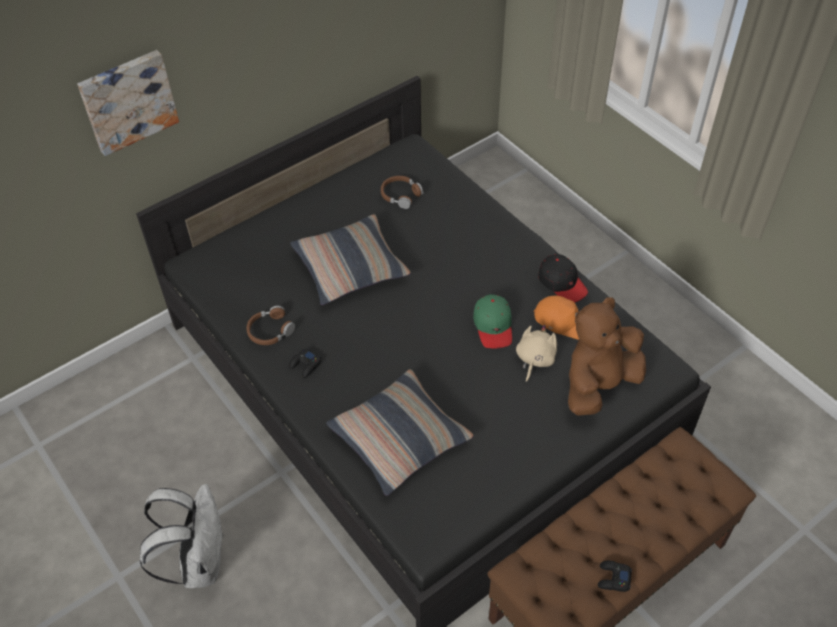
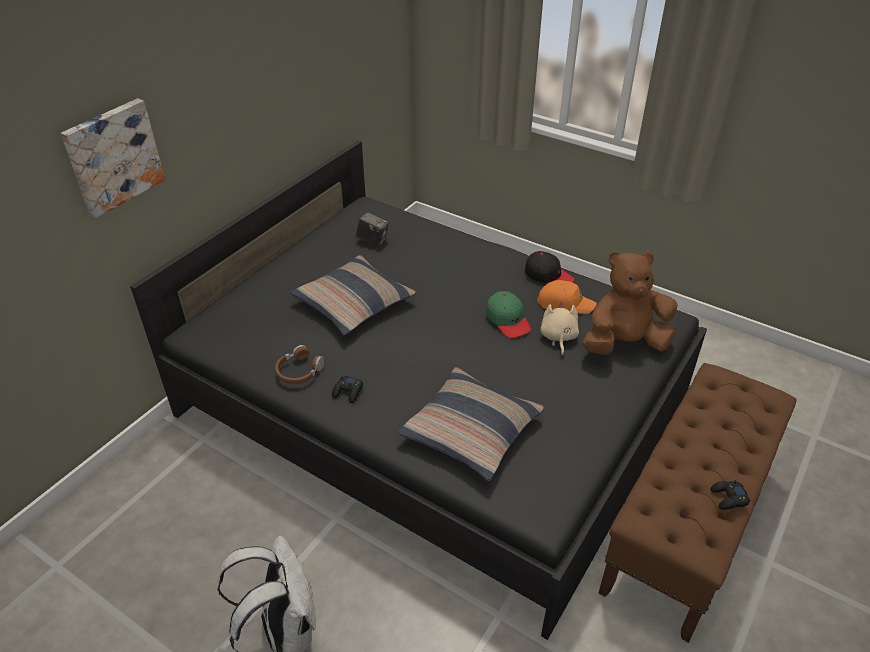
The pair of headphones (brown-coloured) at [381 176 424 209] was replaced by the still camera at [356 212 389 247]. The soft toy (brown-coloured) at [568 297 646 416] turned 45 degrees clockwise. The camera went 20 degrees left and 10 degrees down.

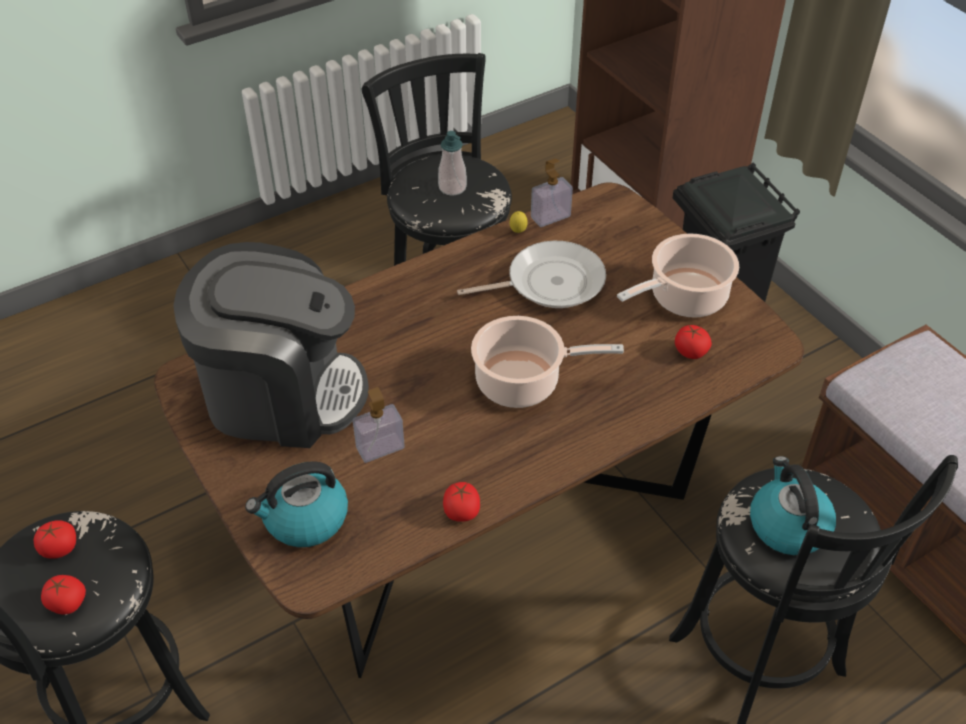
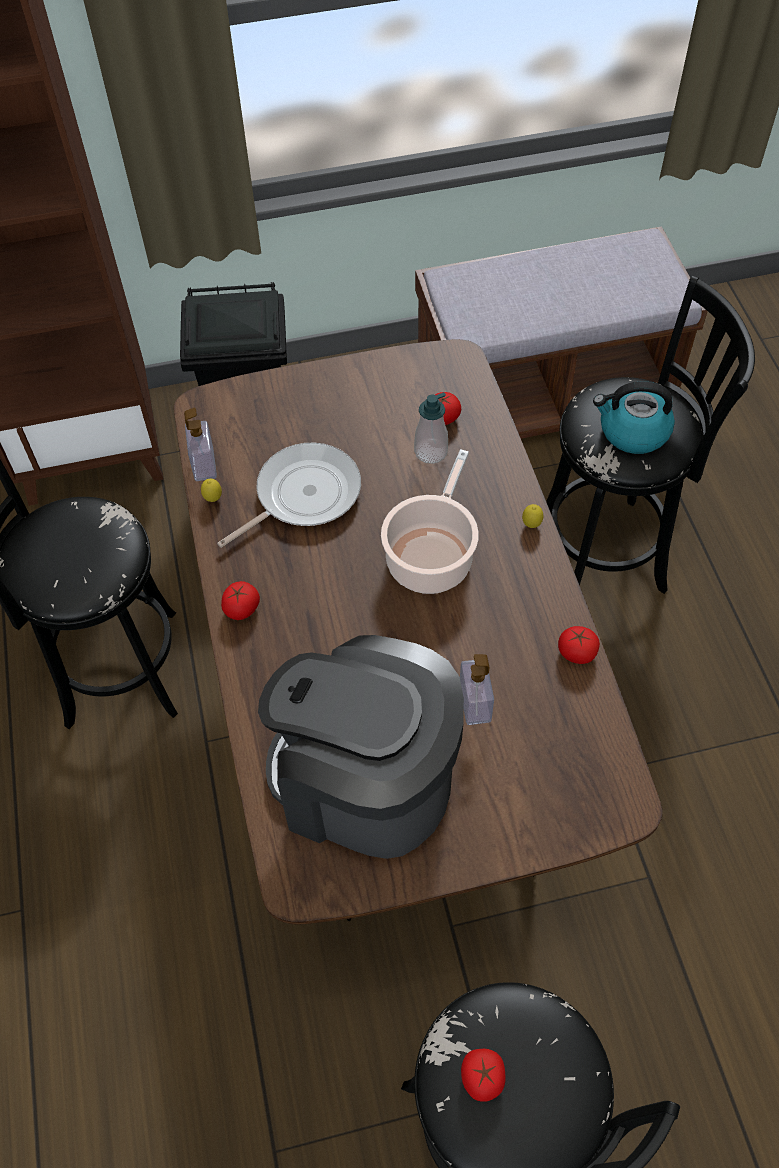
The kettle at [245 461 348 547] disappeared. The stockpot at [617 233 739 318] disappeared. The lemon at [522 504 543 528] appeared. The whole tomato moved from [41 575 86 615] to [221 581 260 620]. The liquid soap bottle moved from [438 131 467 196] to [414 392 448 464]. The coffee brewer at [173 242 369 448] turned 90 degrees counterclockwise. The skillet at [457 241 606 308] turned 45 degrees clockwise. The camera went 70 degrees left and 10 degrees up.

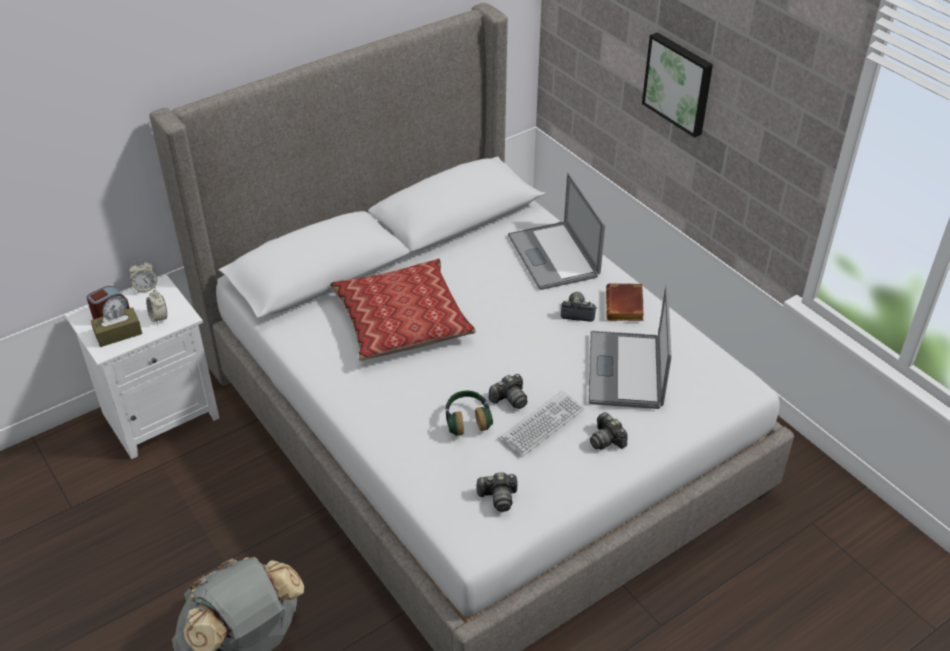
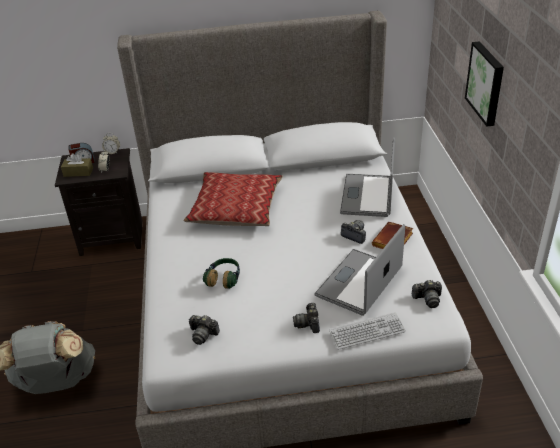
The still camera moved from [489 374 528 409] to [412 280 442 308]. The computer keyboard moved from [501 390 584 456] to [329 312 406 350]. The bedside table (white-coloured) at [65 275 219 459] became the bedside table (black) at [55 148 142 256]. The camera went 30 degrees right and 5 degrees down.

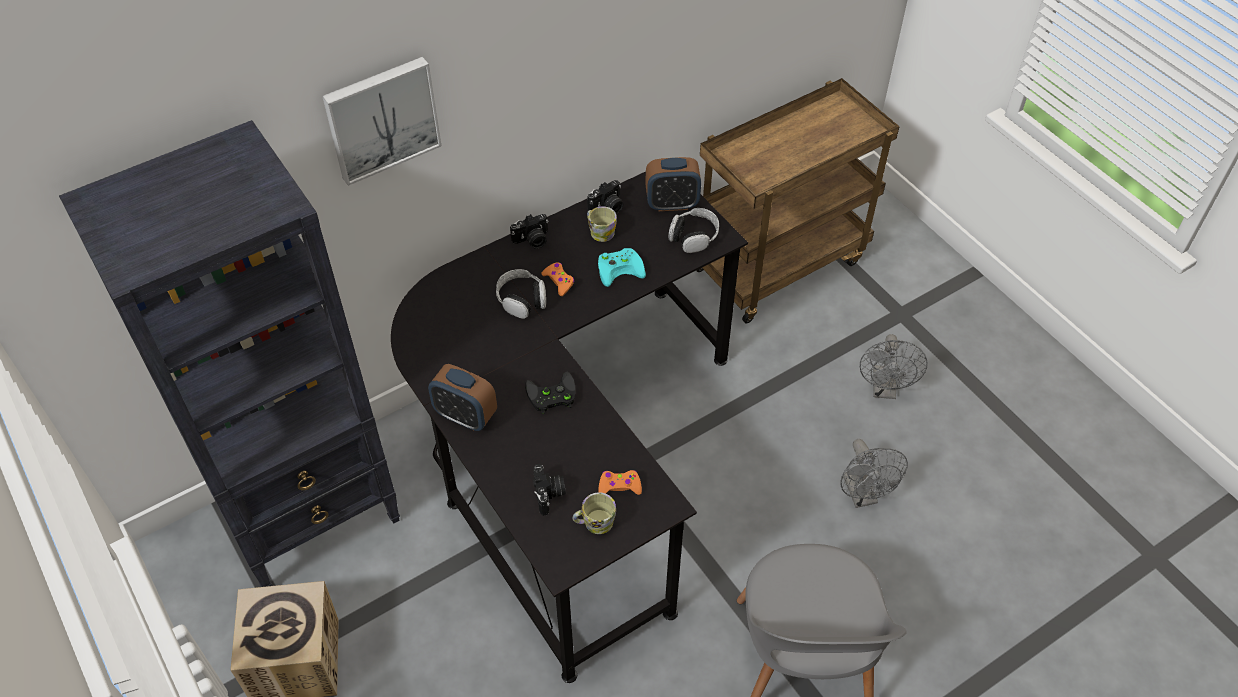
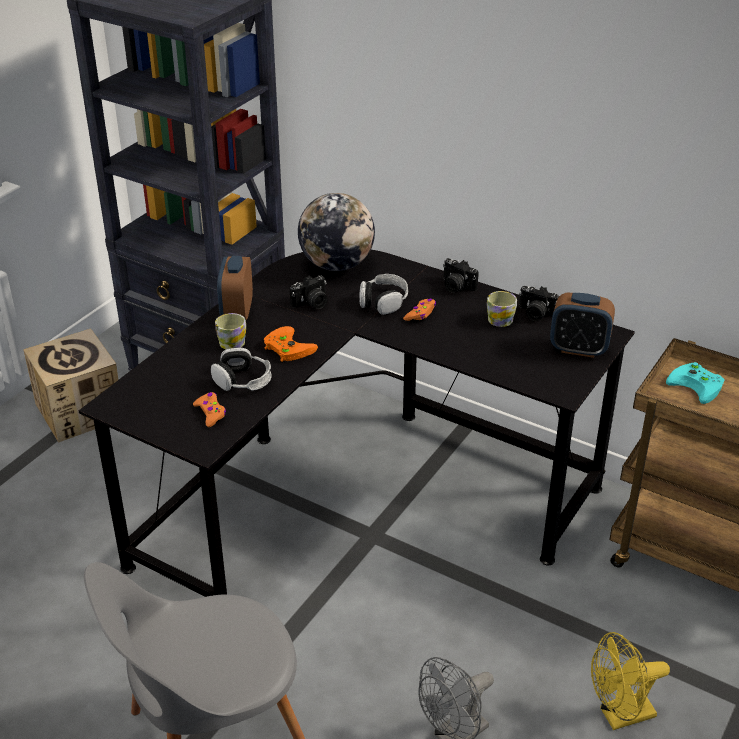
The picture at [322 57 442 186] disappeared. The desk globe at [298 193 375 271] appeared. The still camera moved from [533 464 566 516] to [290 275 328 309]. The tea mug moved from [573 492 616 534] to [215 313 246 349]. The gamepad (turquoise-coloured) moved from [598 248 646 287] to [666 362 725 404]. The pair of headphones moved from [668 208 719 253] to [211 348 272 391]. The gamepad (black) at [525 372 576 414] became the gamepad (orange-coloured) at [264 326 318 362]. The cooling fan (grey) at [860 334 928 399] became the cooling fan (yellow-coloured) at [591 632 670 730]. The table clock at [645 157 701 211] turned 45 degrees counterclockwise. The camera went 65 degrees right and 15 degrees down.

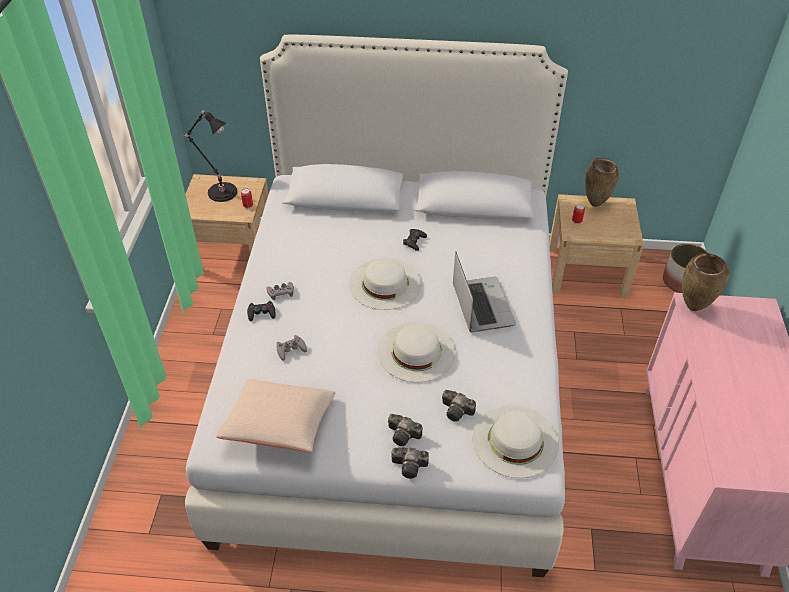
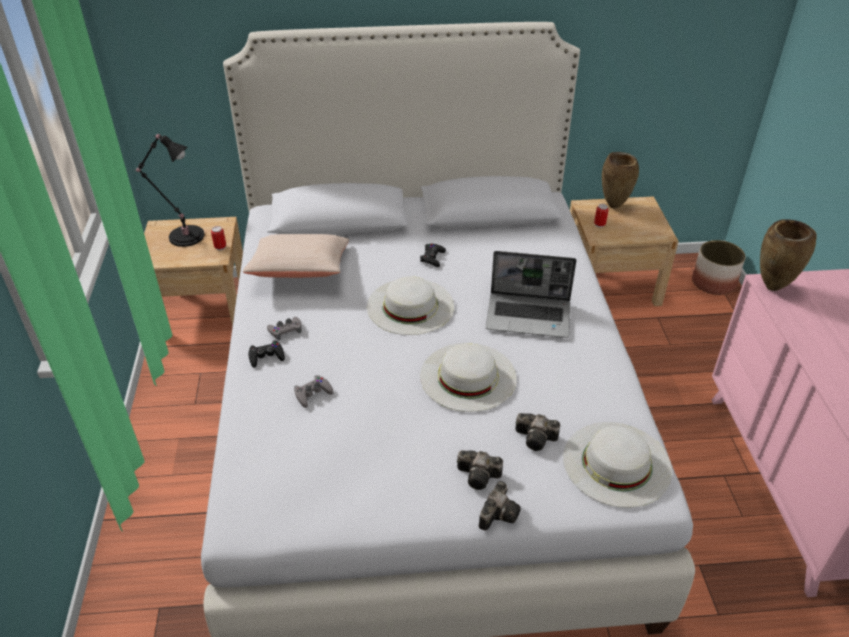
The throw pillow (beige) moved from [216 379 335 452] to [243 234 349 278]. The still camera at [391 448 429 479] turned 60 degrees counterclockwise. The portable computer at [453 251 516 333] turned 120 degrees clockwise. The camera went 10 degrees left and 5 degrees down.

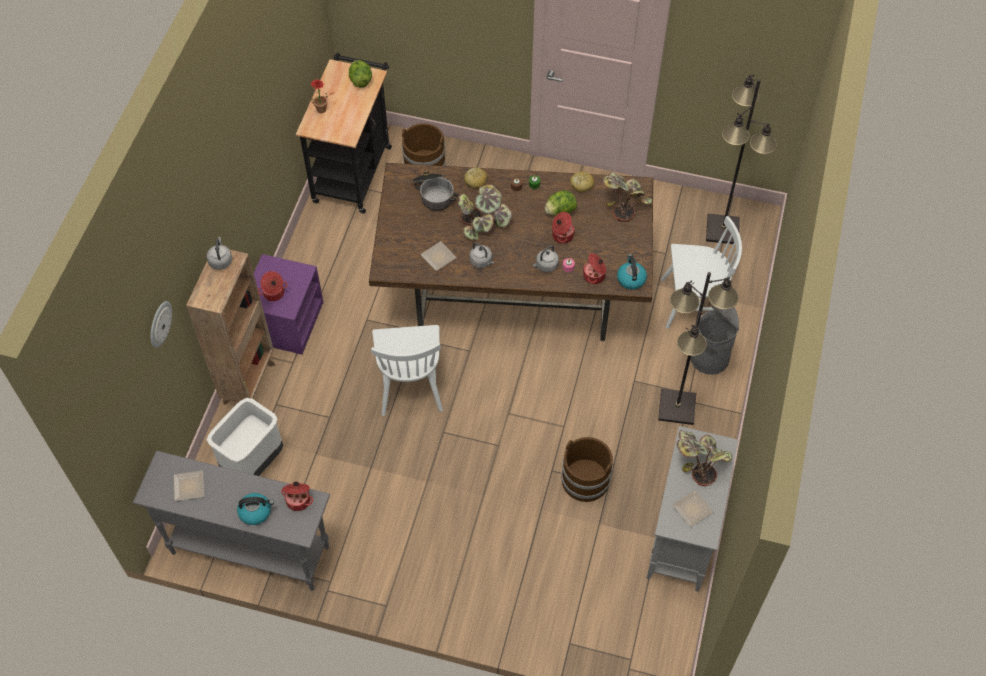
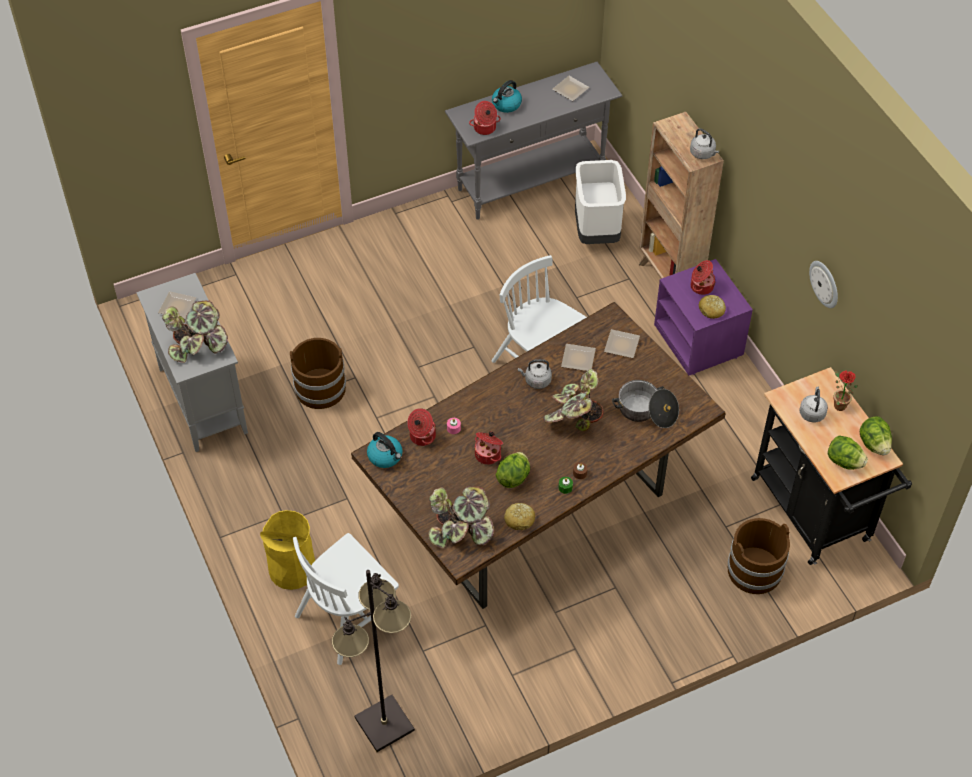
The standard lamp (black) at [658 272 739 425] disappeared. The flat dish at [604 329 640 358] appeared. The head of lettuce at [860 416 892 455] appeared. The wall clock moved from [151 301 172 348] to [809 261 838 308]. The baked bread moved from [464 168 487 189] to [698 295 726 319]. The kettle (grey) moved from [533 245 559 272] to [799 387 828 422]. The waste bin (grey) at [691 306 739 375] became the waste bin (yellow-coloured) at [260 510 315 590]. The camera went 140 degrees right and 5 degrees down.

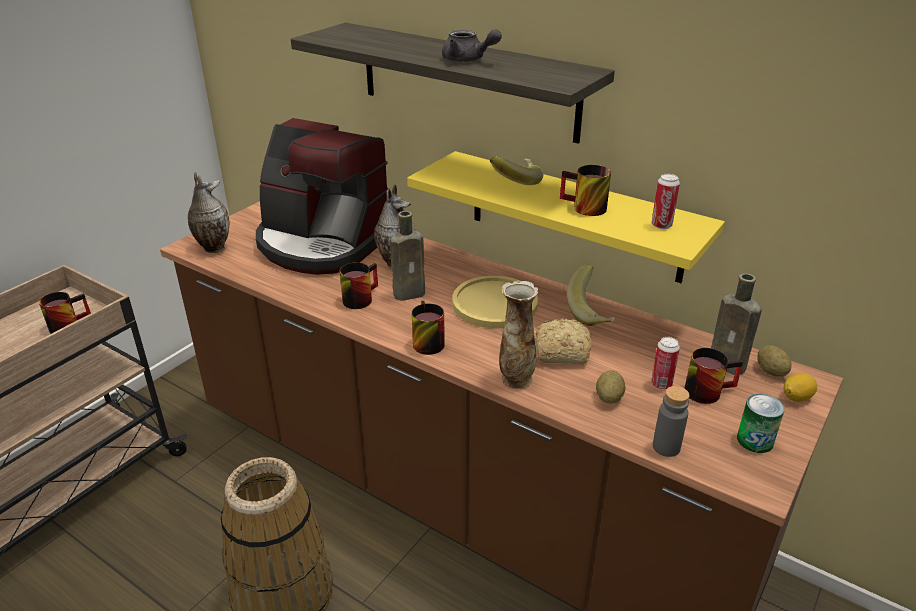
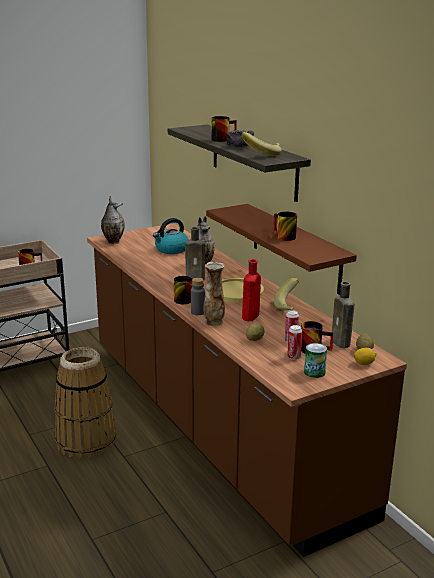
The tea mug moved from [340 263 378 309] to [211 116 237 142]. The banana fruit moved from [490 156 544 185] to [242 132 282 156]. The sealed can moved from [651 174 680 229] to [287 325 302 360]. The beverage bottle (grey) moved from [653 386 689 457] to [191 278 205 315]. The coffee brewer at [256 118 388 275] was replaced by the kettle at [153 218 189 254]. The baked bread at [535 318 591 364] was replaced by the beverage bottle (red-coloured) at [242 259 261 321]. The wall shelf (yellow-coloured) at [407 151 725 283] became the wall shelf (brown-coloured) at [206 204 357 295]. The camera went 25 degrees right and 10 degrees down.

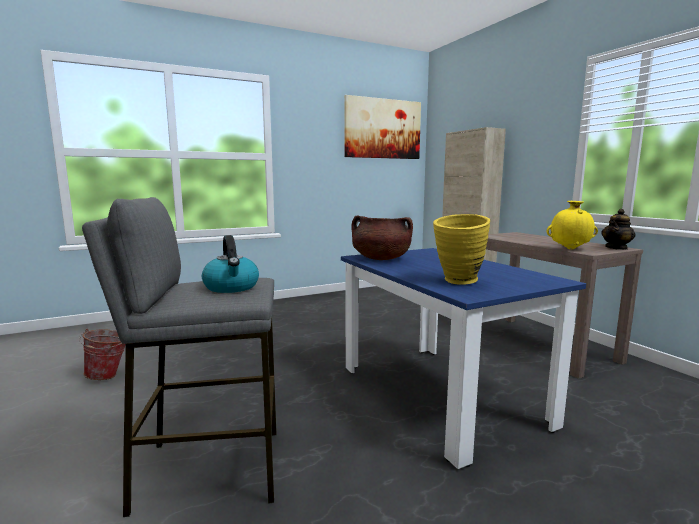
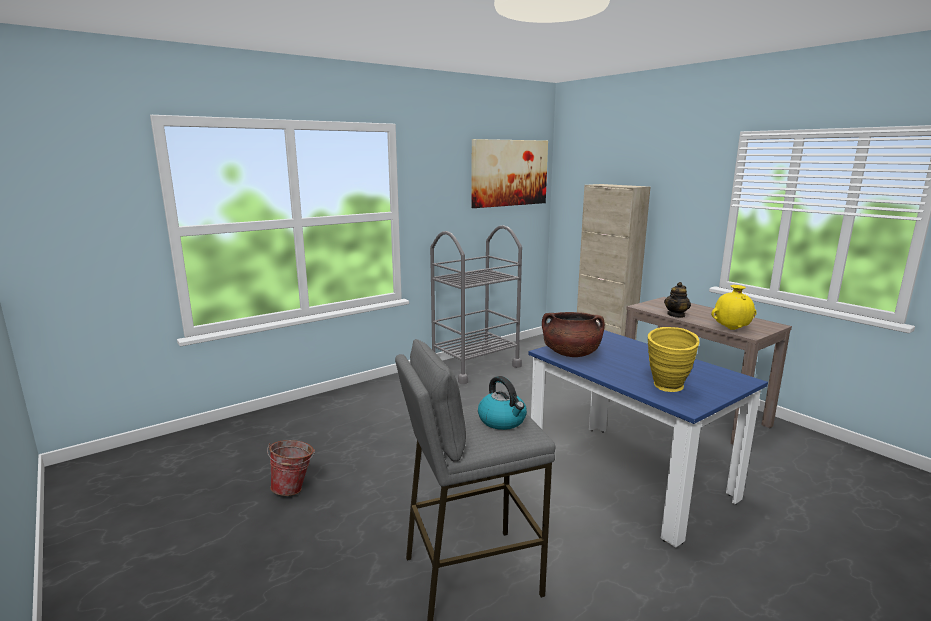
The cart (grey) at [430 225 522 384] appeared. The teapot moved from [601 209 636 250] to [664 282 691 318]. The camera went 10 degrees left and 5 degrees up.

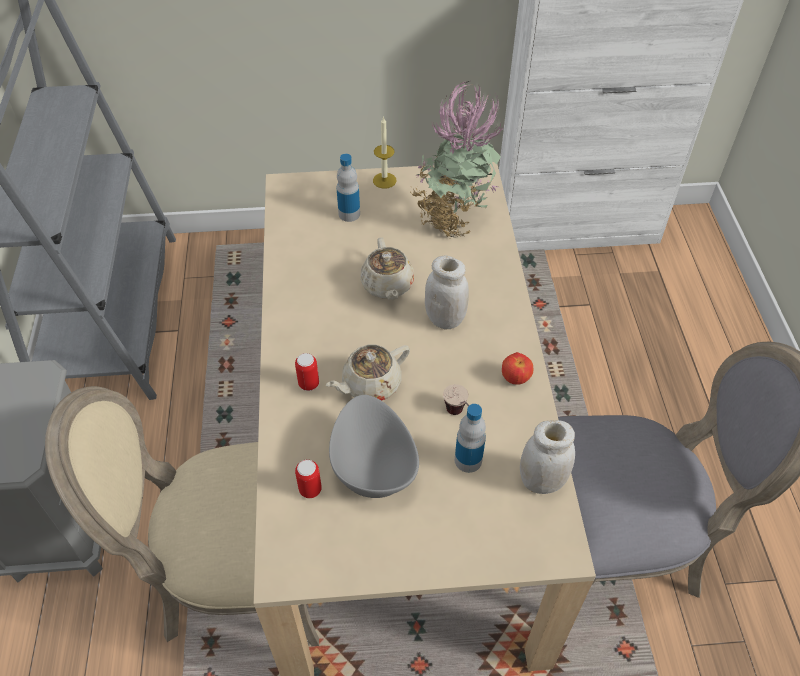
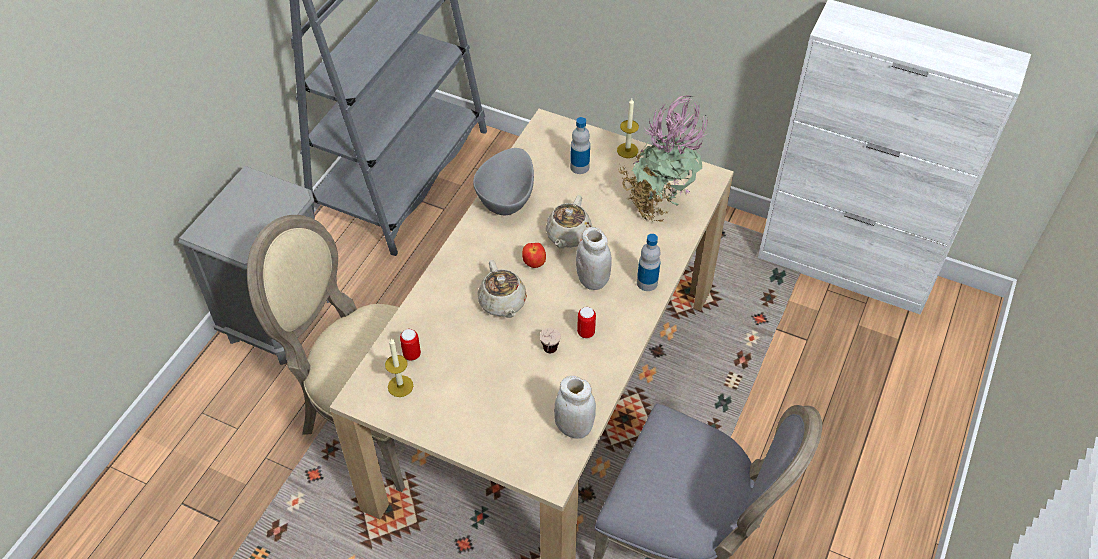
The wax candle at [385 338 413 397] appeared. The sealed can moved from [295 353 319 391] to [577 307 596 339]. The serving bowl (grey) moved from [329 395 419 498] to [473 148 534 215]. The beverage bottle moved from [455 404 486 473] to [637 234 661 291]. The apple moved from [502 352 533 385] to [522 243 546 268]. The teapot (beige) at [326 345 410 401] turned 105 degrees counterclockwise. The camera went 30 degrees right and 0 degrees up.

